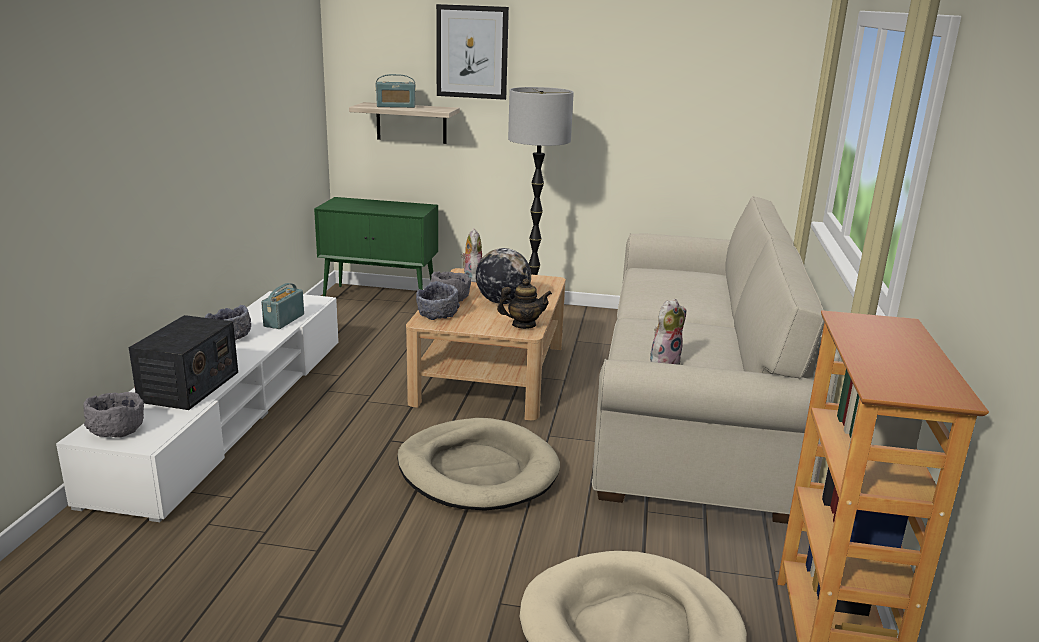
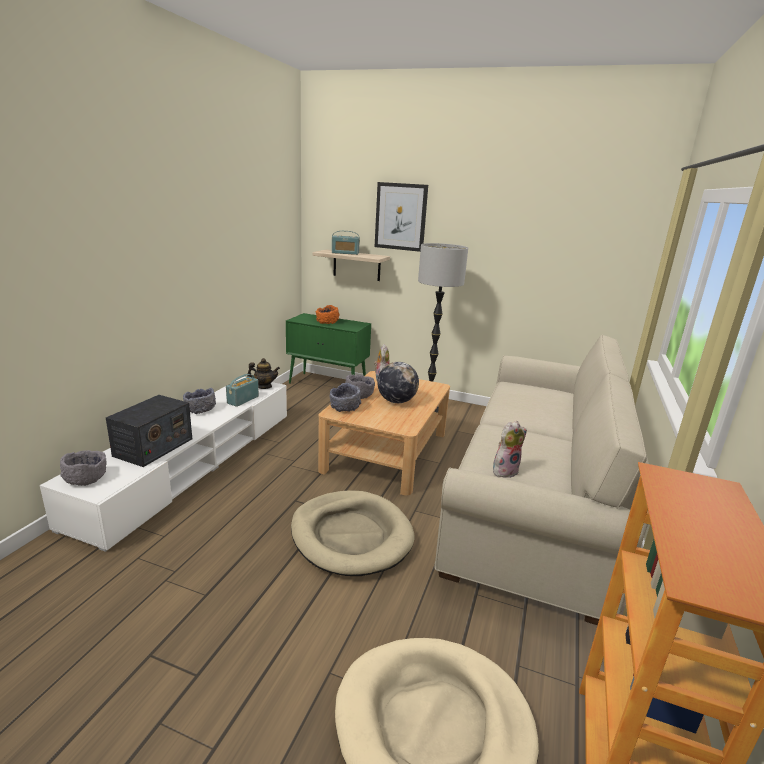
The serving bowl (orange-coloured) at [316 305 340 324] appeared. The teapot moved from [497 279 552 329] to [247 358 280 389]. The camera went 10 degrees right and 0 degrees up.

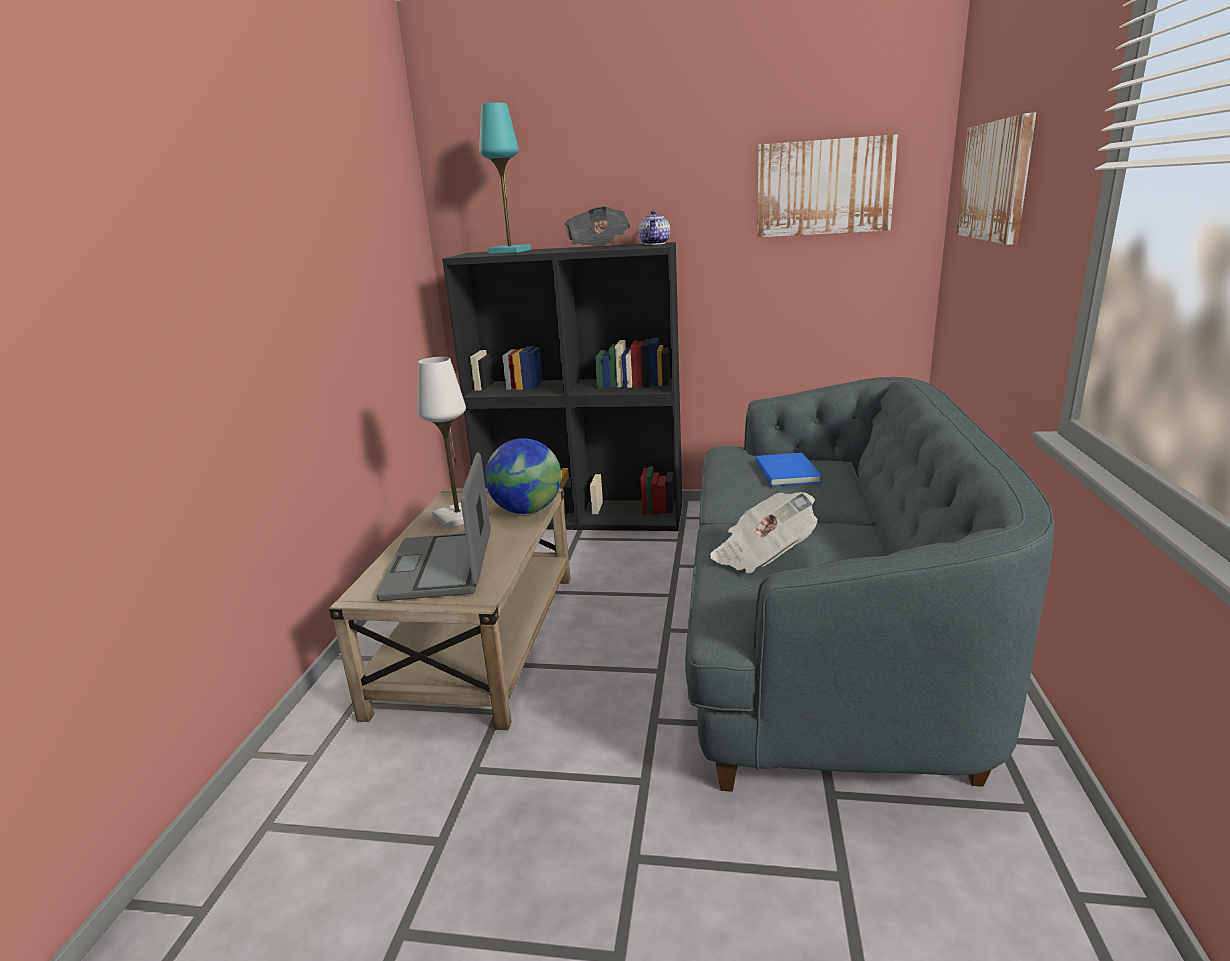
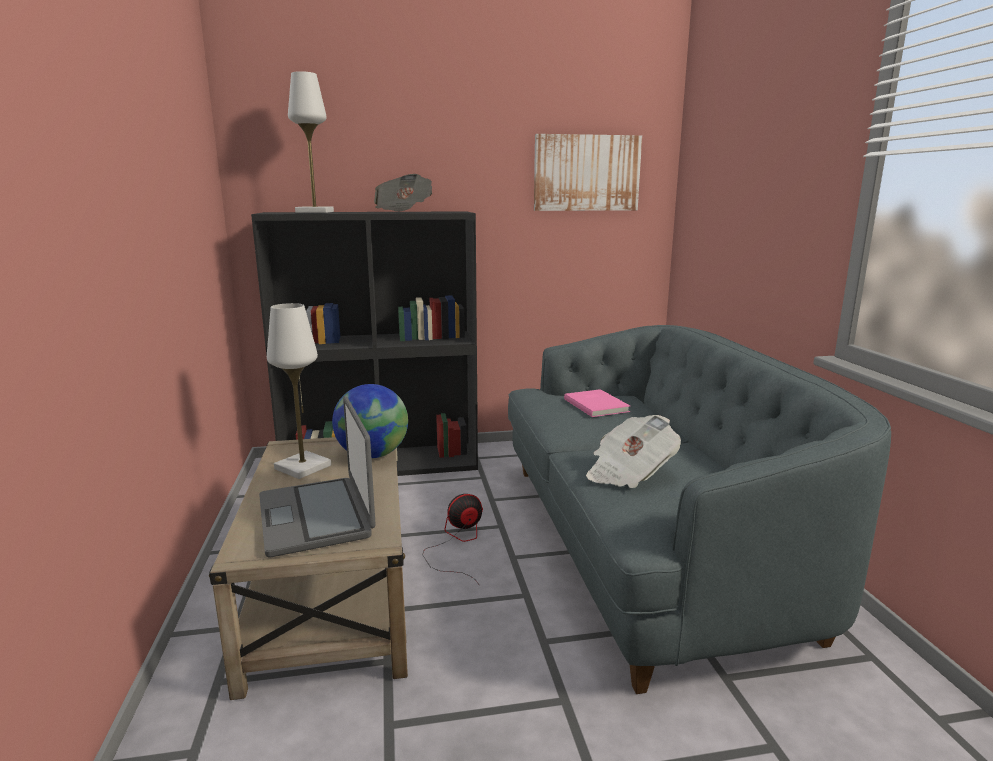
The teapot at [638 210 670 245] disappeared. The picture at [956 112 1036 245] disappeared. The cooling fan at [423 494 483 583] appeared. The lamp for a table (turquoise-coloured) at [479 103 531 254] became the lamp for a table (white-coloured) at [288 71 334 213]. The bound book (bluish) at [755 453 822 486] became the bound book (pink-coloured) at [564 389 630 417]. The camera went 20 degrees left and 5 degrees down.

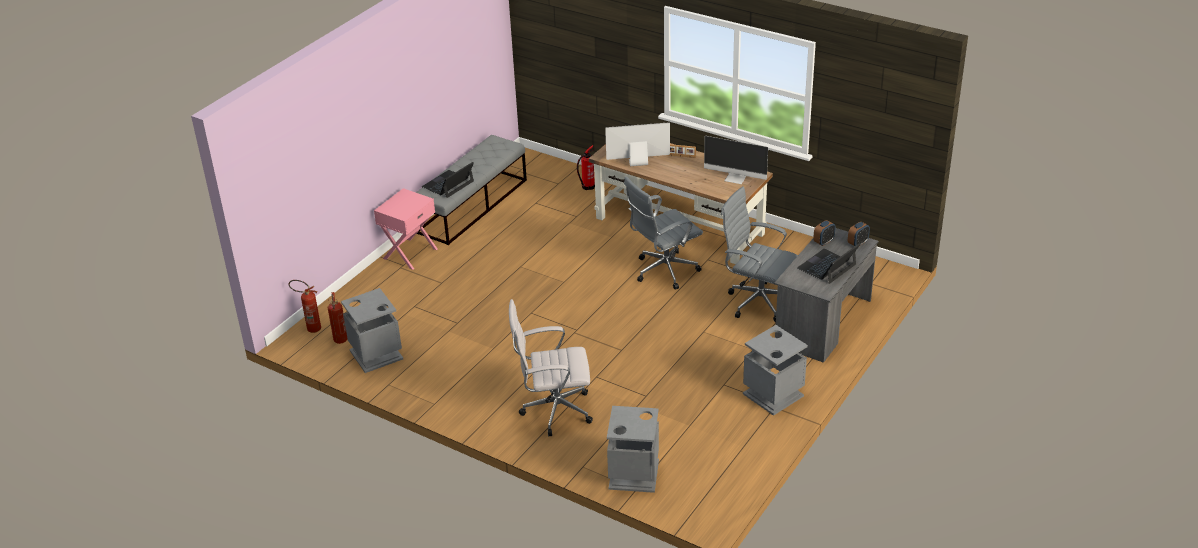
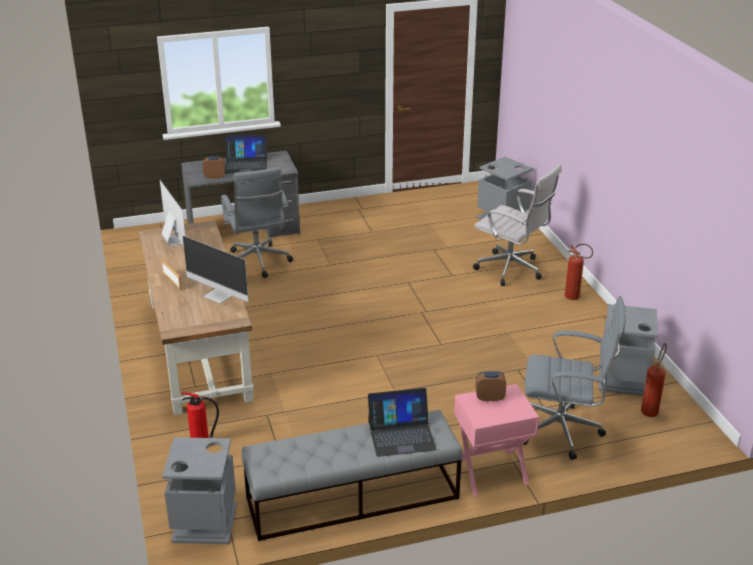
The extinguisher moved from [289 280 321 333] to [565 244 593 300]. The computer chair (grey) moved from [624 176 703 290] to [523 296 626 460]. The waste bin (grey) moved from [743 325 808 416] to [162 437 237 544]. The table clock moved from [848 222 870 246] to [476 371 506 401]. The camera went 140 degrees left and 5 degrees down.

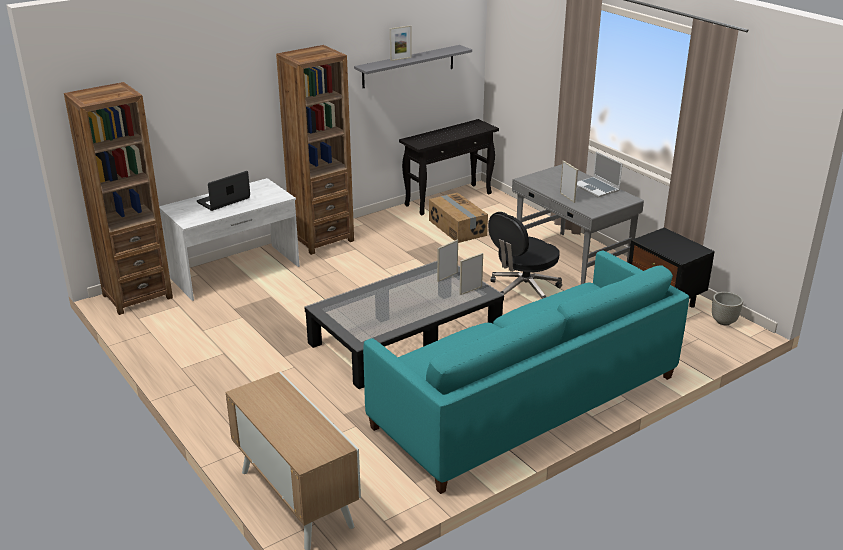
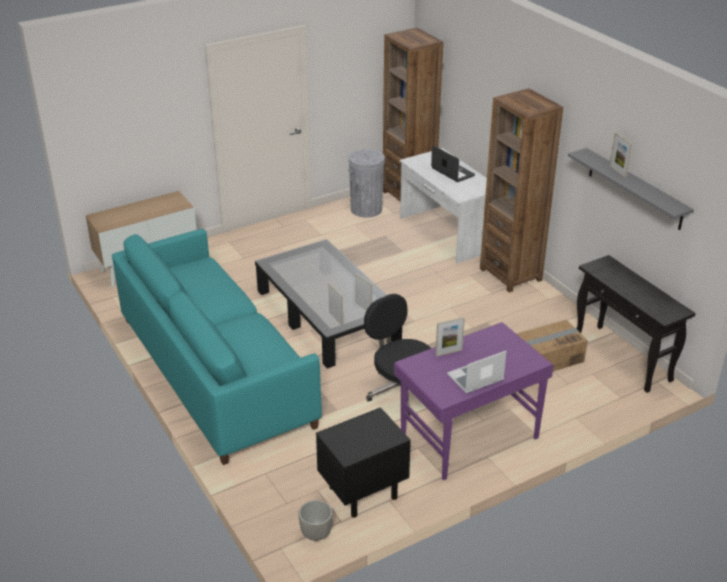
The waste bin (grey) at [348 149 385 218] appeared. The desk table (grey) at [512 164 644 284] became the desk table (purple-coloured) at [394 322 554 480]. The camera went 95 degrees right and 5 degrees up.

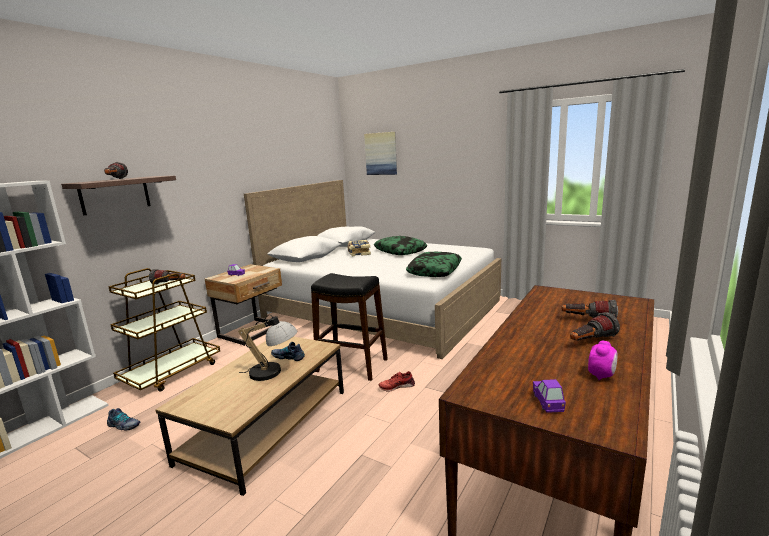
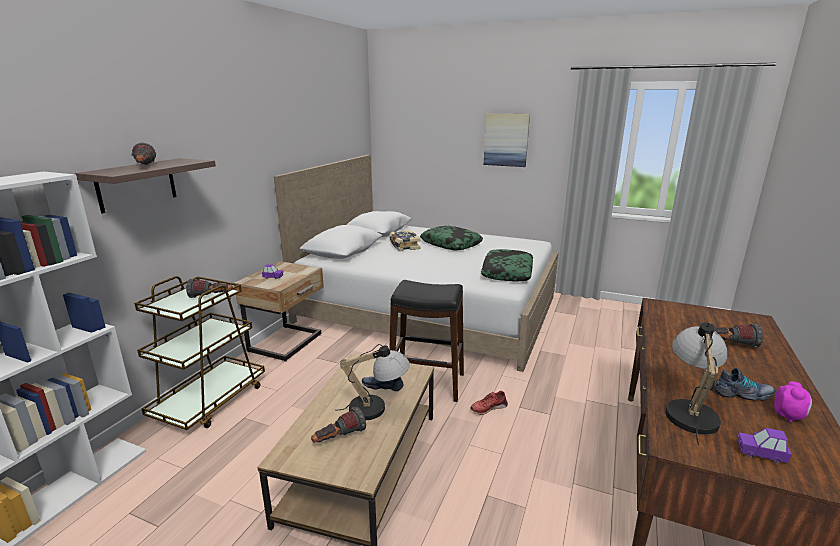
The lamp for a table at [666 322 727 446] appeared. The item of footwear moved from [107 408 140 431] to [714 368 775 401]. The picture moved from [364 132 397 175] to [484 113 530 167]. The torch moved from [570 312 620 341] to [311 407 366 443]. The toy car (purple-coloured) at [533 379 566 413] turned 60 degrees counterclockwise. The camera went 10 degrees left and 5 degrees up.

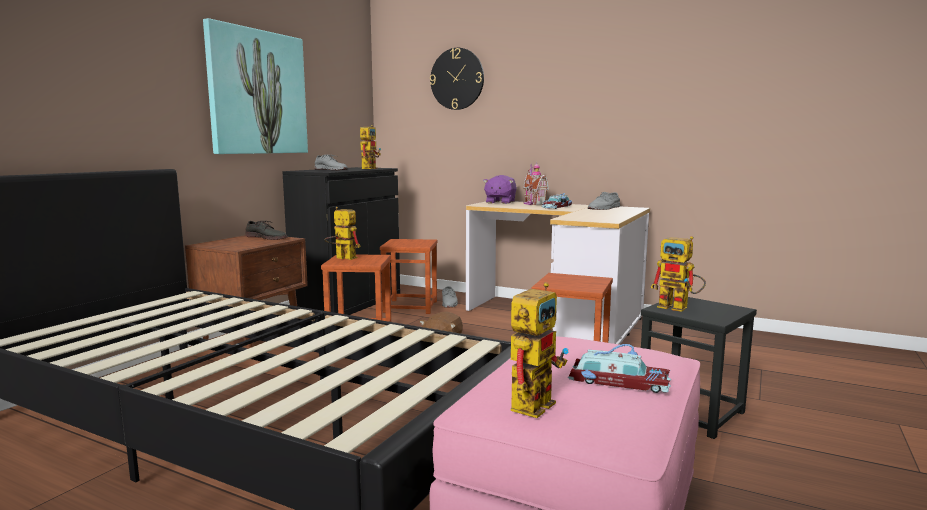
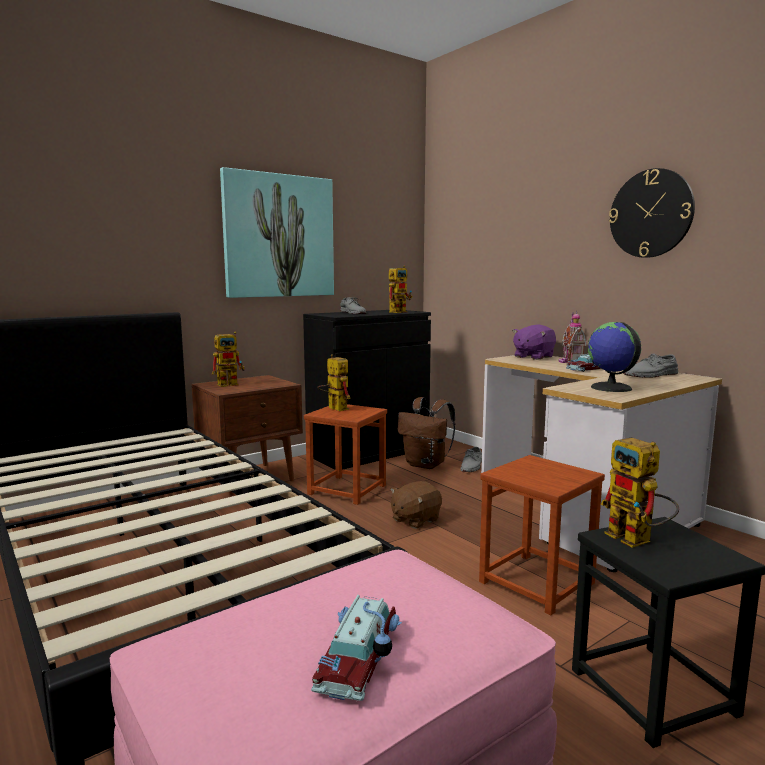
The item of footwear (grey) at [245 221 287 240] disappeared. The desk globe at [588 322 642 392] appeared. The wall clock moved from [430 48 484 110] to [609 168 695 258]. The robot figure moved from [511 282 569 418] to [212 332 245 387]. The stool seat (brown-coloured) at [380 239 437 314] was replaced by the backpack (brown-coloured) at [398 397 455 469]. The toy car at [568 344 671 393] turned 60 degrees clockwise. The camera went 25 degrees right and 0 degrees up.

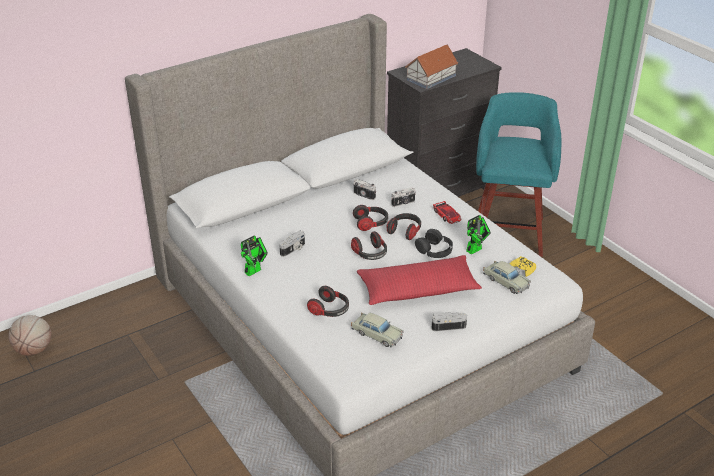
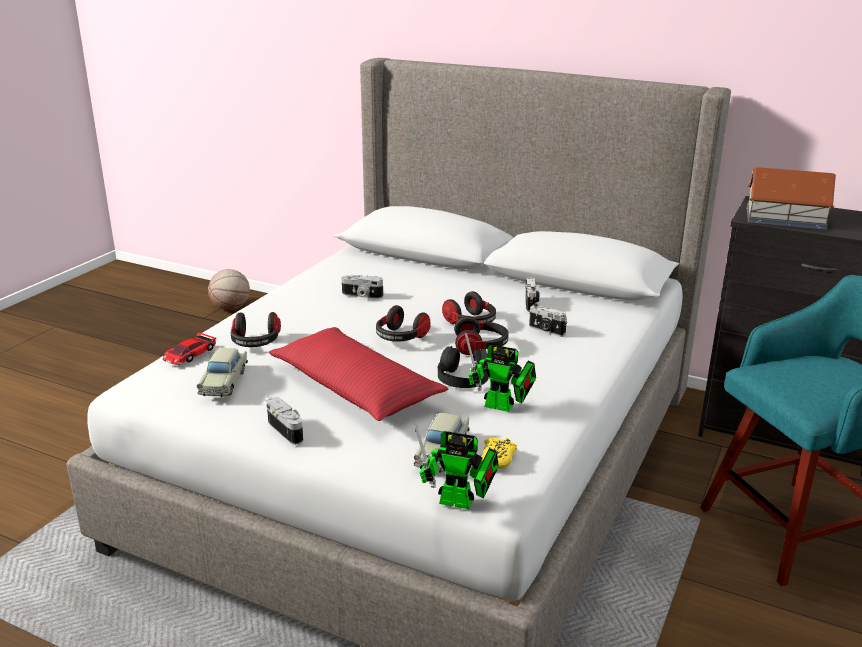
The robot figure moved from [241 236 268 276] to [414 423 499 509]. The toy car moved from [433 201 462 224] to [162 332 216 365]. The camera went 60 degrees right and 10 degrees down.

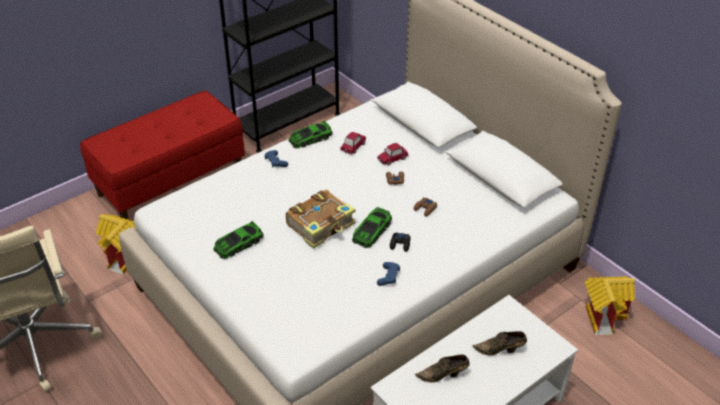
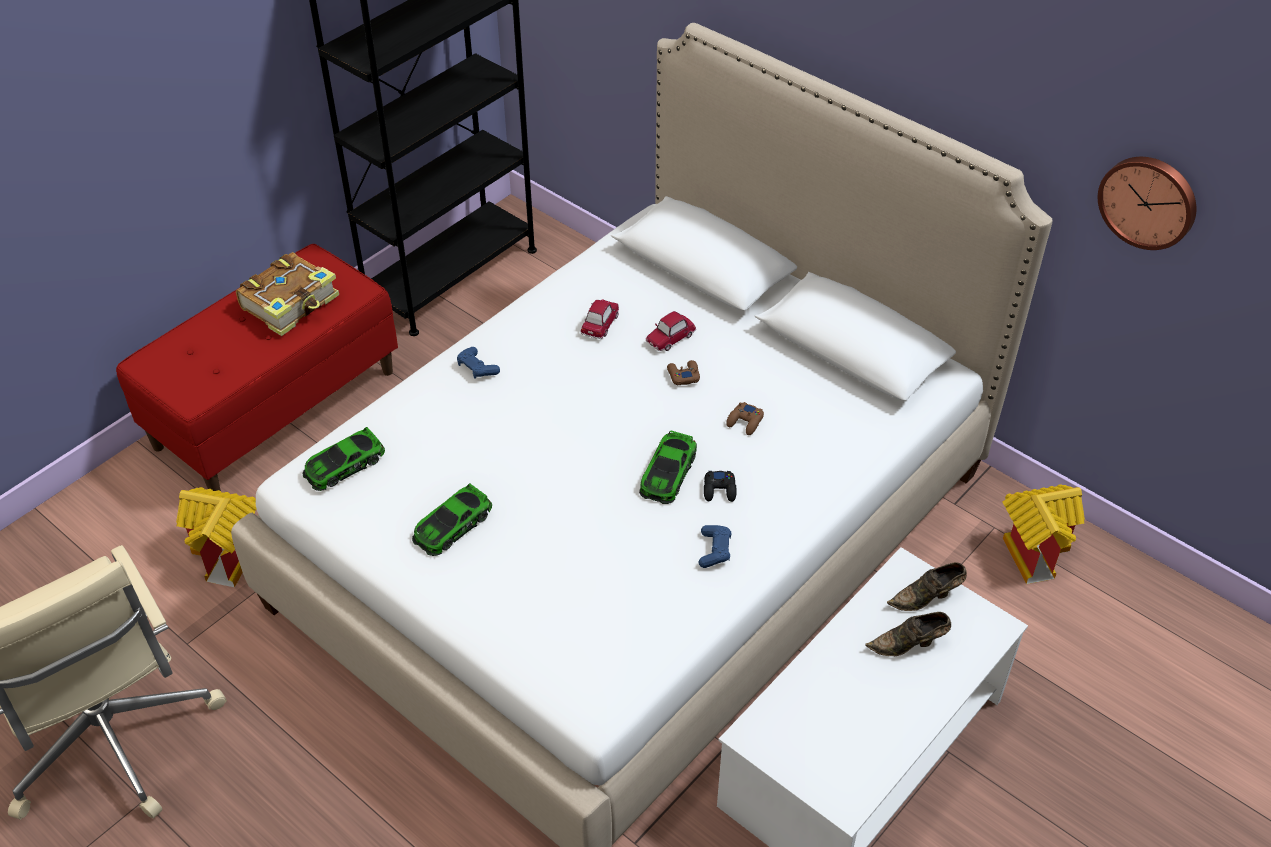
The wall clock at [1098 157 1196 250] appeared. The bound book moved from [286 190 355 249] to [236 252 339 336]. The toy car moved from [288 121 333 148] to [303 427 385 491]. The item of footwear (brown-coloured) moved from [415 354 470 383] to [887 562 967 611]. The camera went 10 degrees left and 5 degrees up.

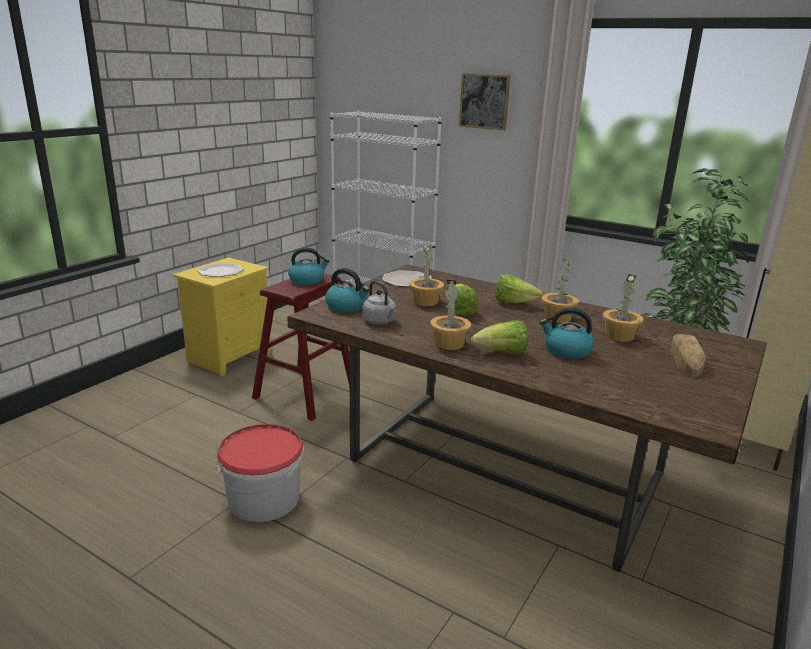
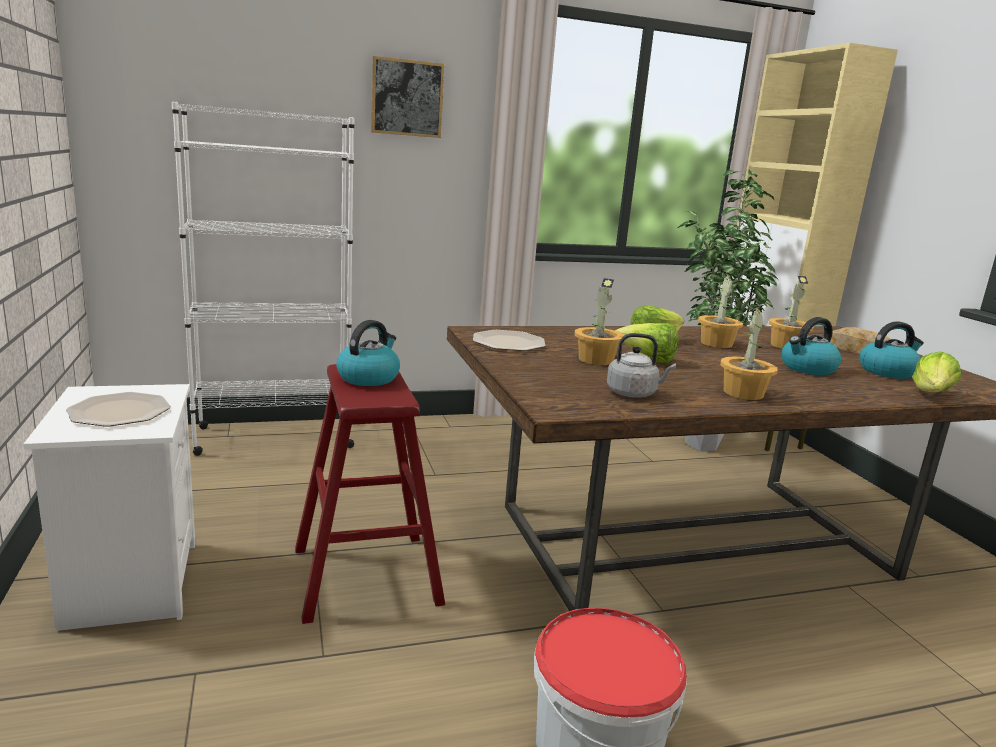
The kettle moved from [325 268 369 312] to [860 321 924 379]. The head of lettuce moved from [471 320 528 354] to [912 351 961 392]. The bedside table (yellow-coloured) at [173 257 271 376] became the bedside table (white-coloured) at [23 384 195 631]. The camera went 50 degrees left and 5 degrees down.

